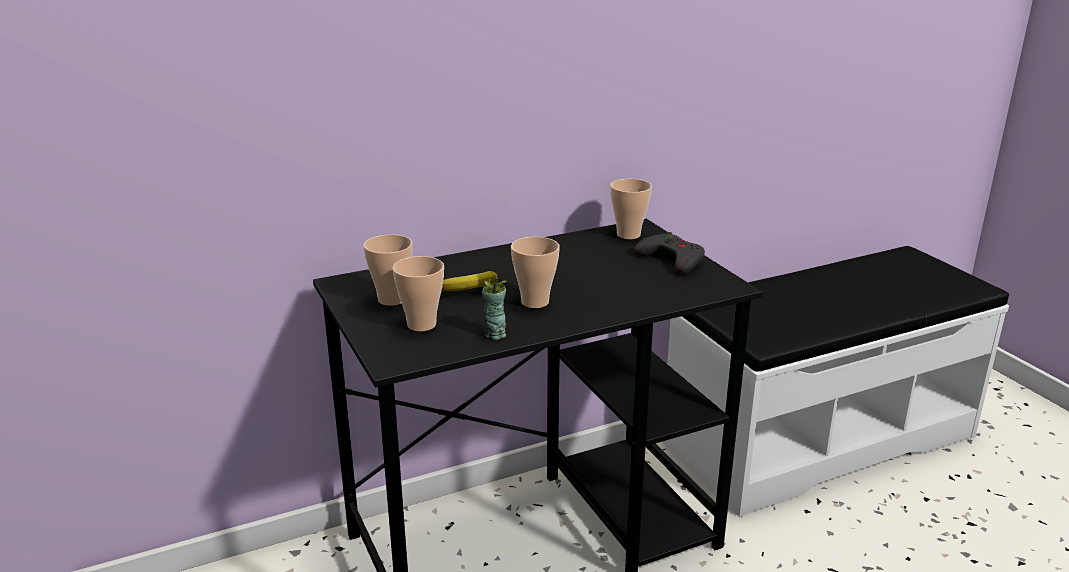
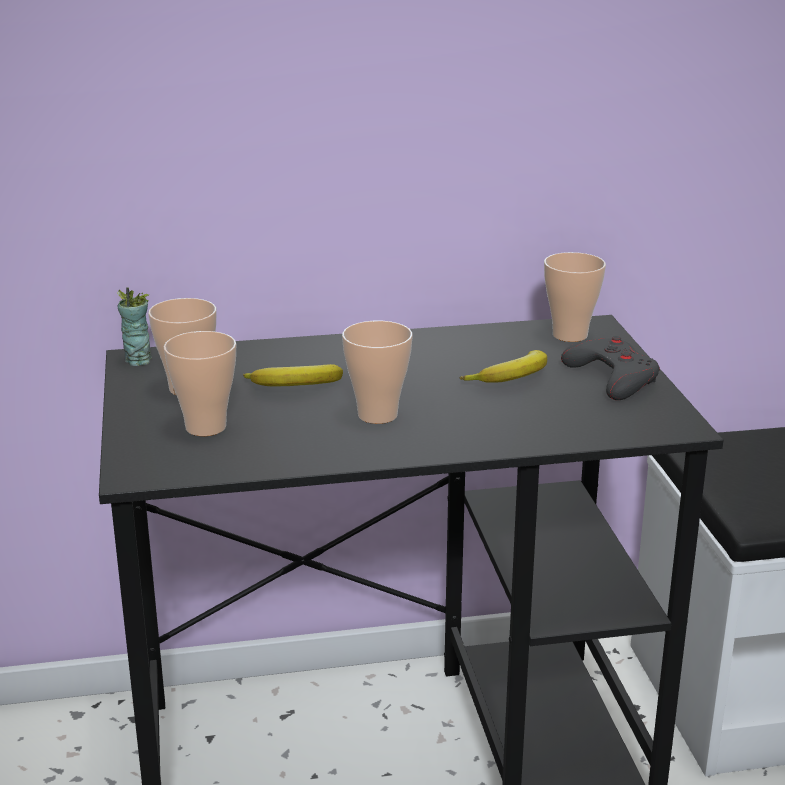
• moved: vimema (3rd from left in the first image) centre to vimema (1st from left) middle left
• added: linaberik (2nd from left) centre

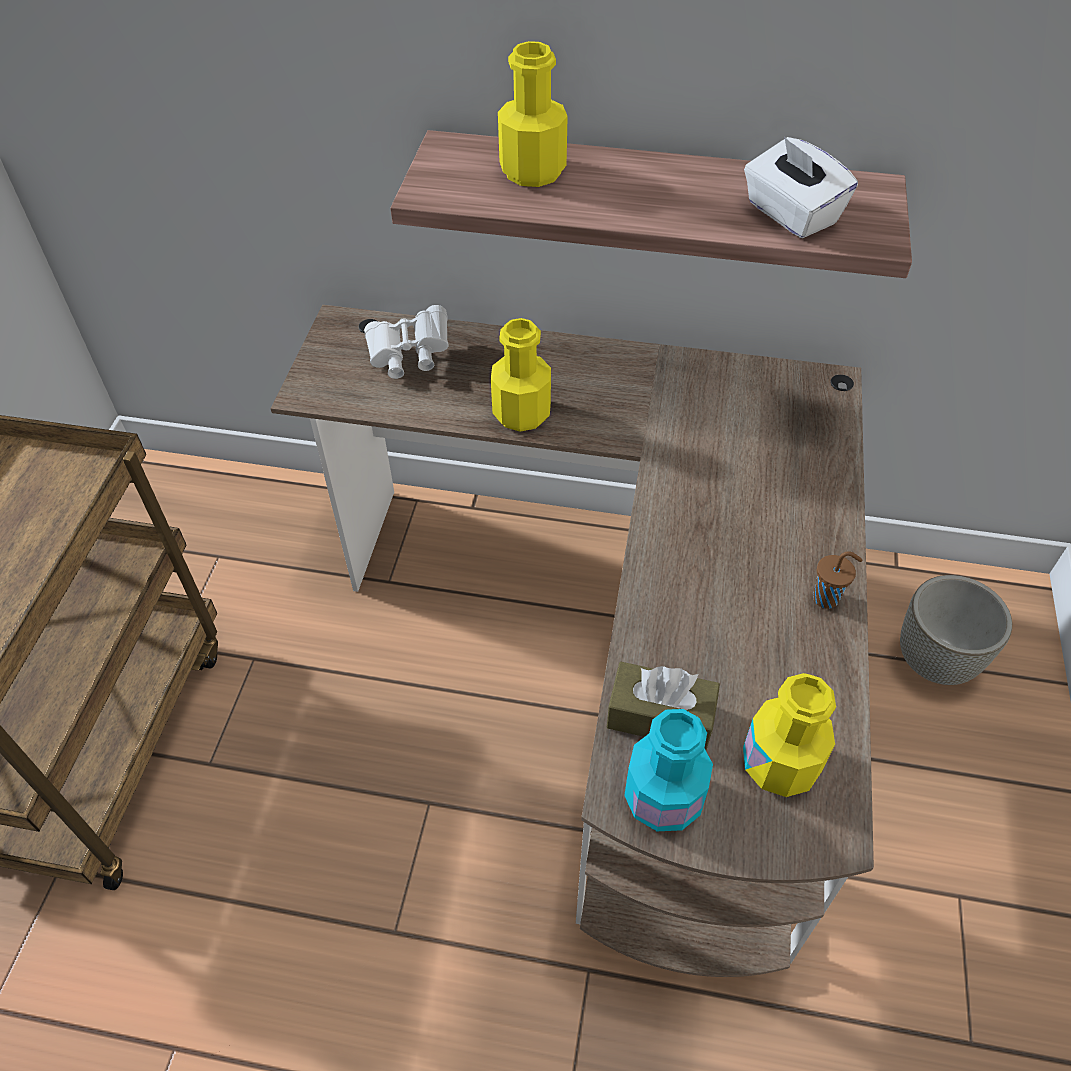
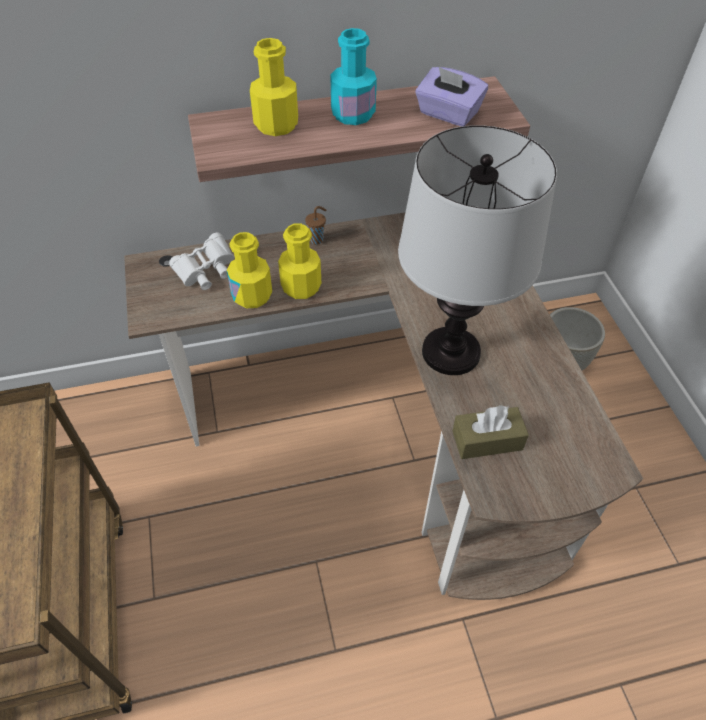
• moved: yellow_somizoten (3rd from left in the first image) bottom right to yellow_somizoten (1st from left) centre
• moved: brown_vimema middle right to top centre
• moved: turquoise_somizoten bottom centre to top centre
• added: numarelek middle right
• recoloured: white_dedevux top right to purple_dedevux top centre

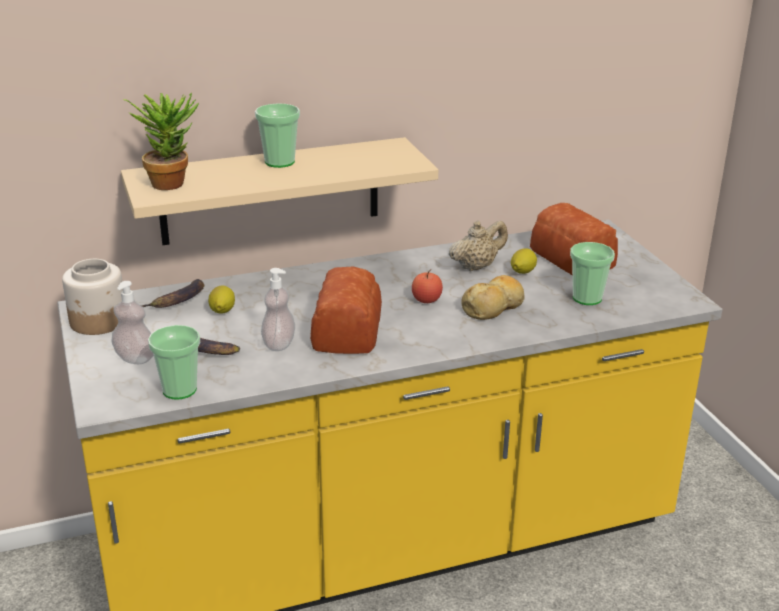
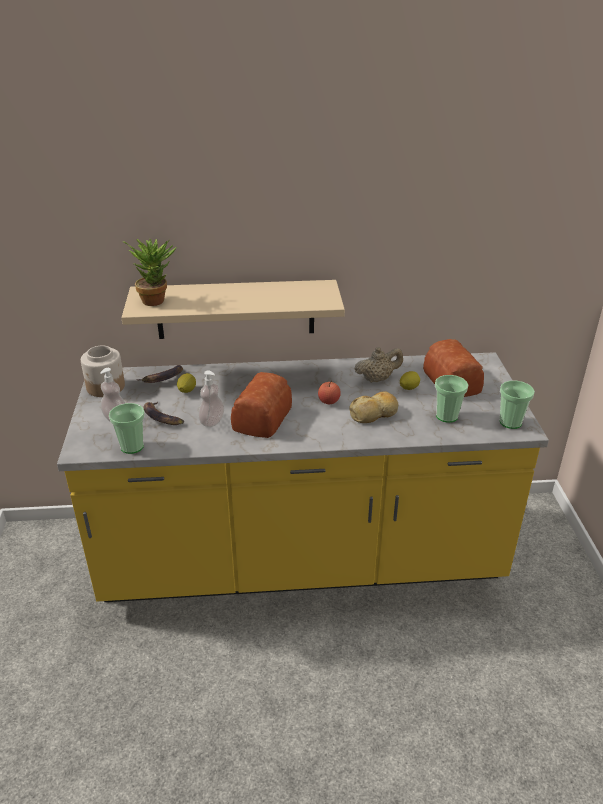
• moved: vimema (2nd from left in the first image) top centre to vimema (3rd from left) middle right

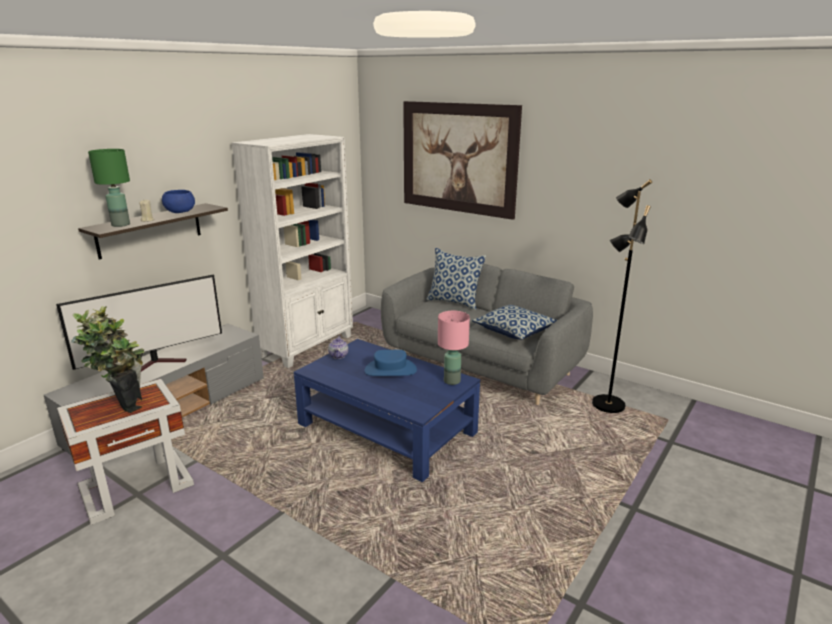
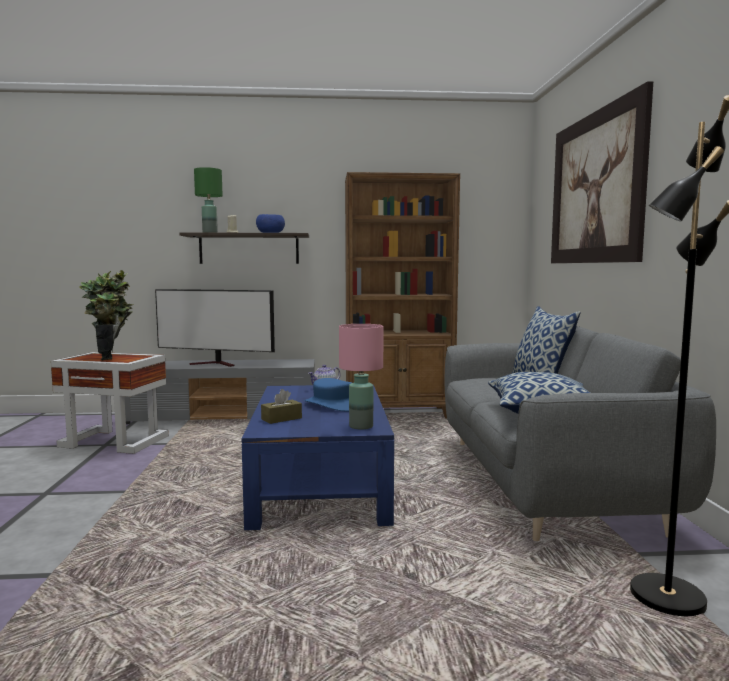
• added: brown_dedevux centre
• recoloured: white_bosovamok centre to brown_bosovamok centre

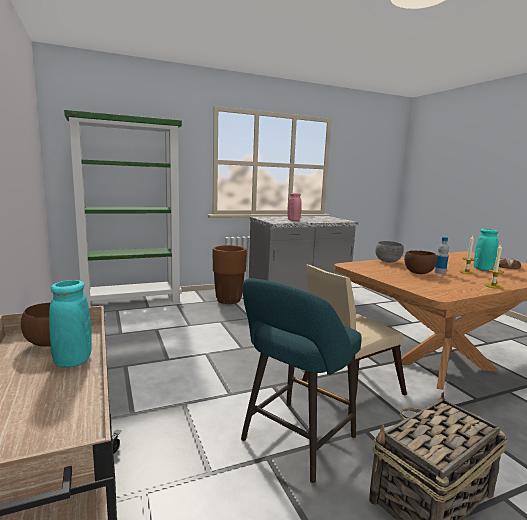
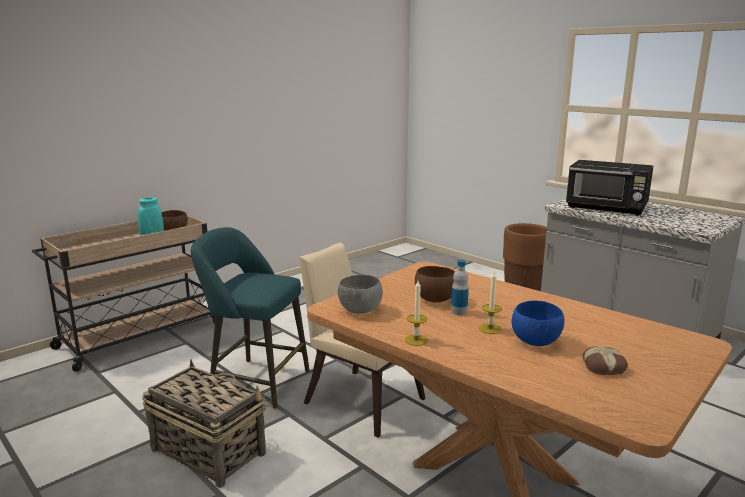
• moved: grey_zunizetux middle right to centre
• replaced: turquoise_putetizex (2nd from left) middle right to blue_zunizetux middle right
• replaced: pink_putetizex centre to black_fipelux middle right
• removed: green_bosovamok middle left

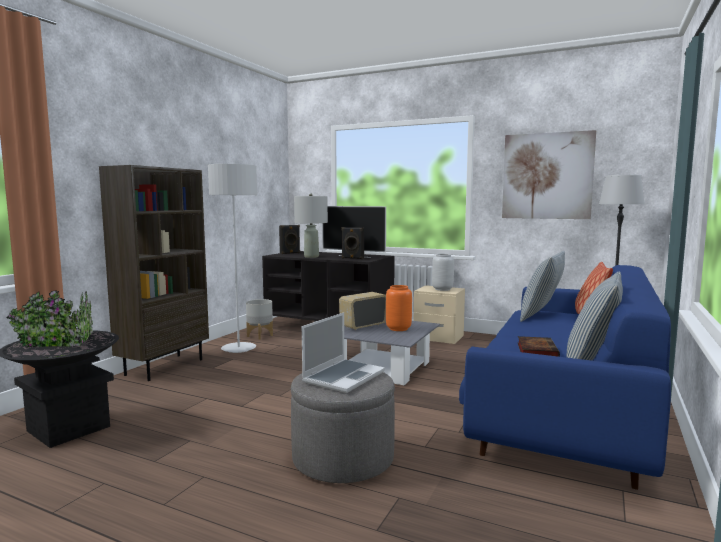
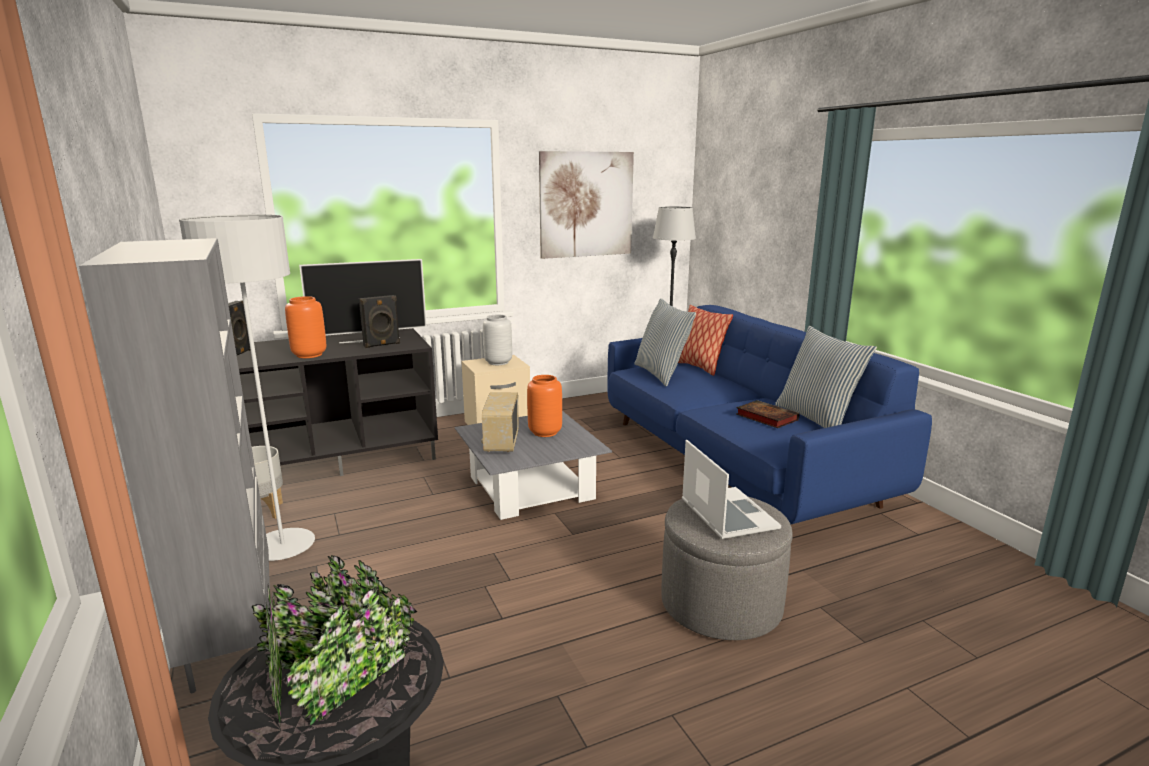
• recoloured: brown_bosovamok middle left to grey_bosovamok middle left
• replaced: grey_numarelek centre to orange_putetizex (1st from left) middle left

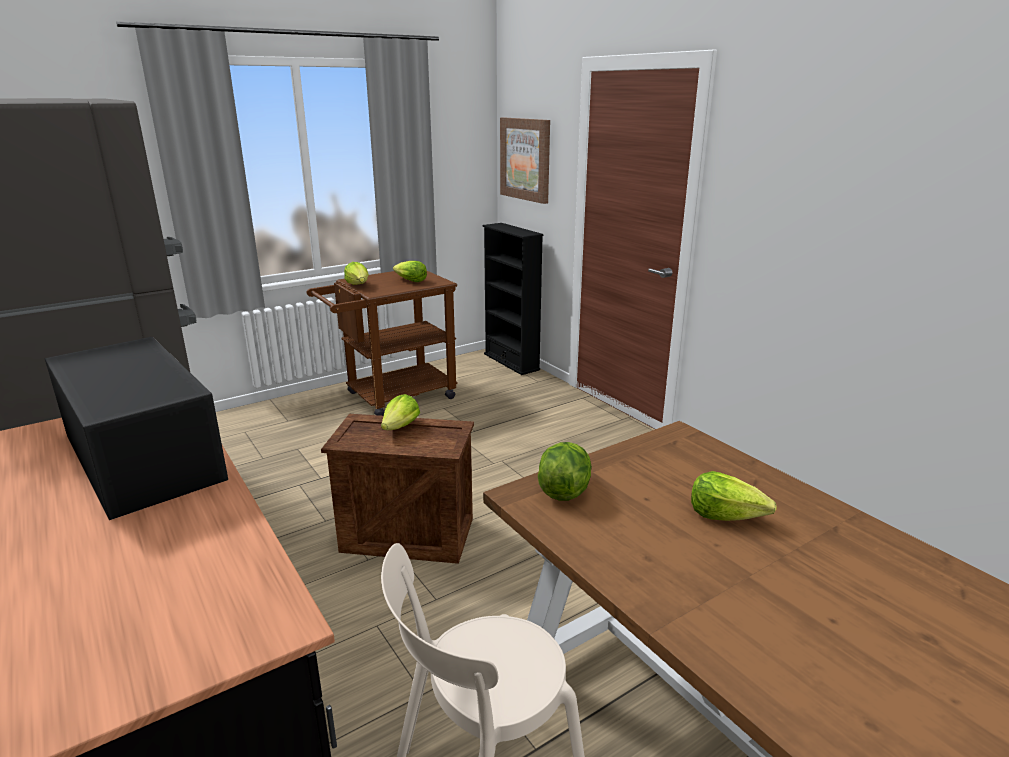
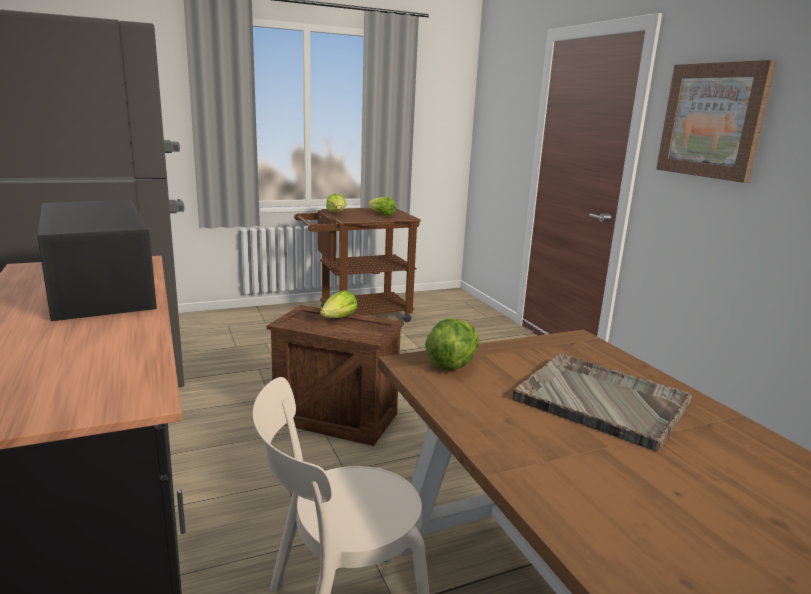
• replaced: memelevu (5th from left) middle right to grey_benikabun bottom right
• moved: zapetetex top centre to top right
• removed: black_bosovamok centre

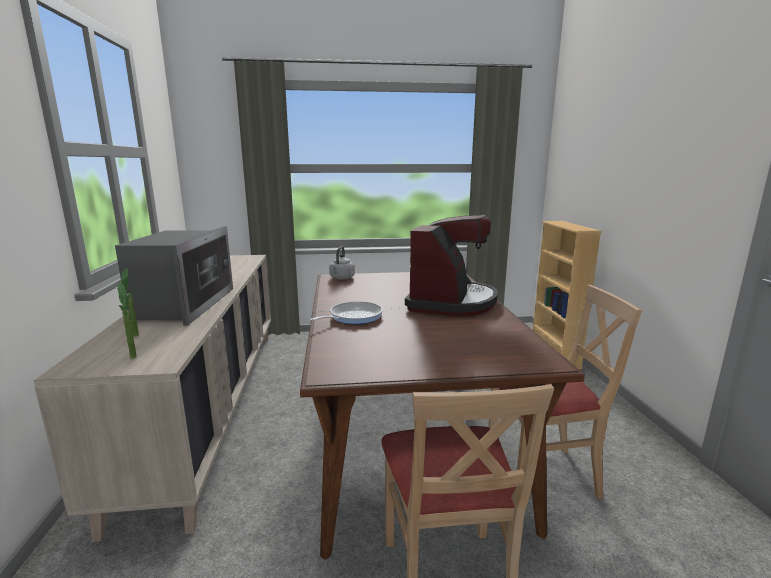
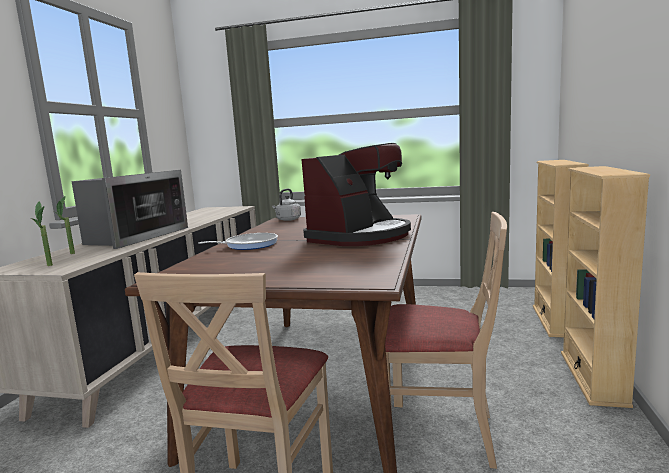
• added: beige_bosovamok (2nd from left) middle right

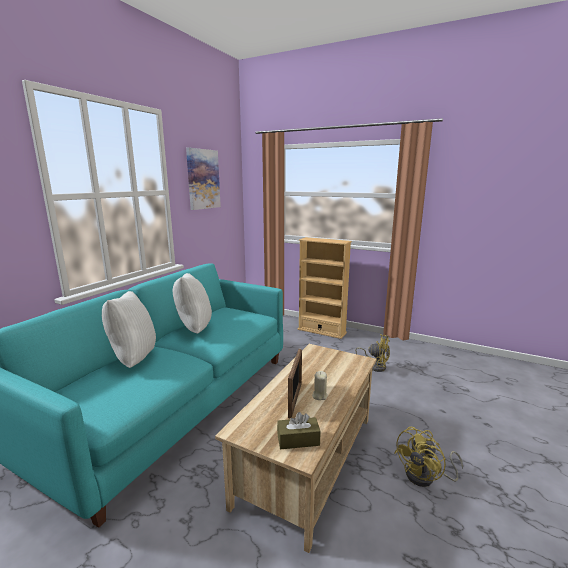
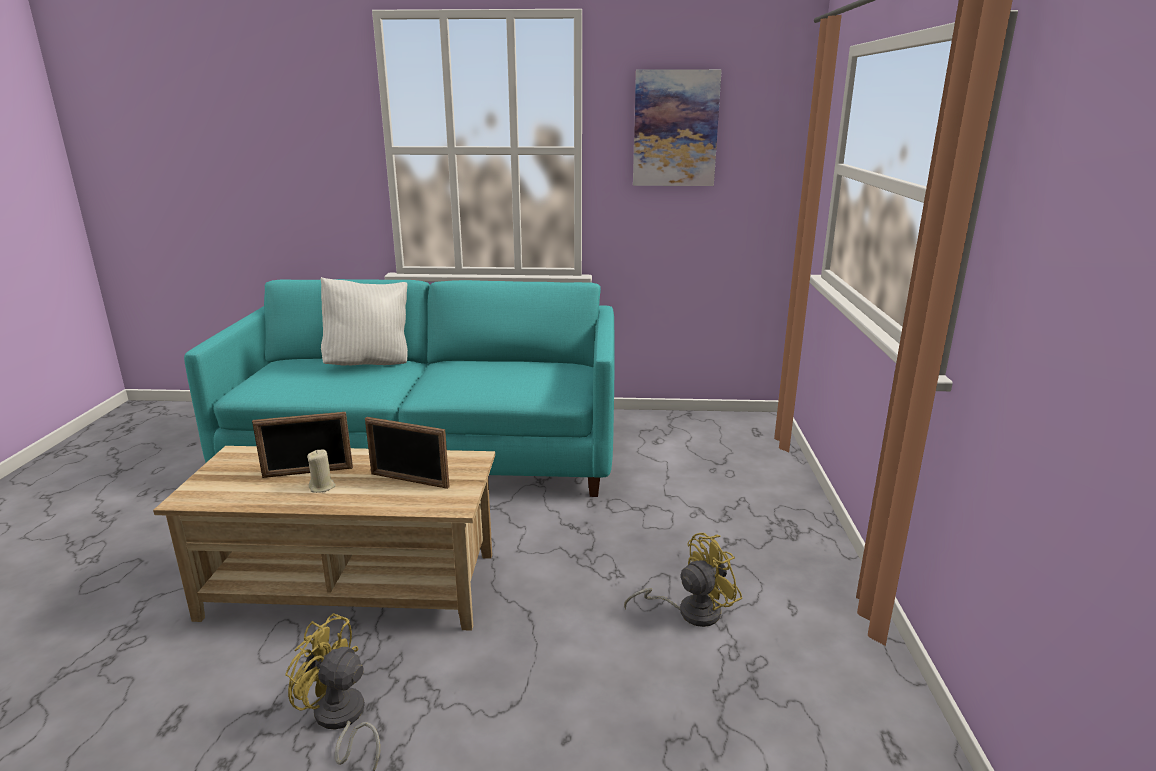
• added: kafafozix (2nd from left) centre
• turned: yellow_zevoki (1st from left in the first image) centre = bottom centre 120 degrees counterclockwise
• removed: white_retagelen (2nd from left) centre
• removed: brown_dedevux bottom centre
• removed: beige_bosovamok centre

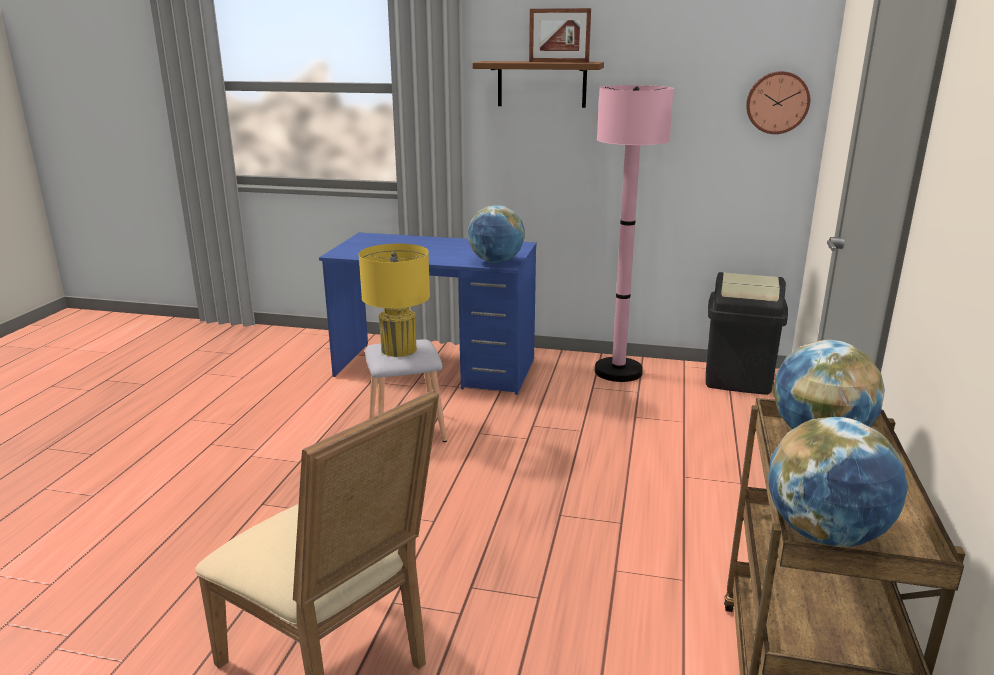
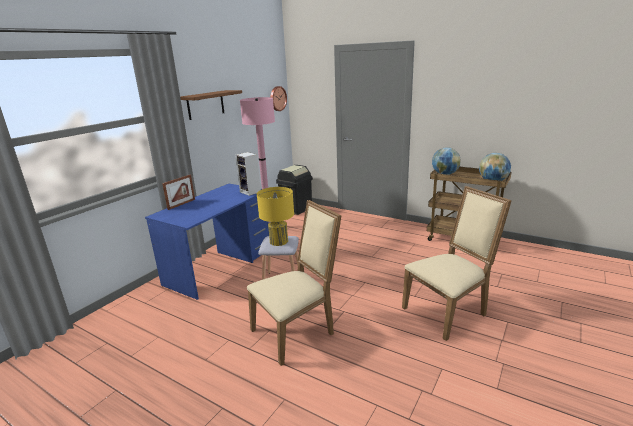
• moved: kafafozix top centre to middle left
• replaced: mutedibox (1st from left) centre to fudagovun centre
• added: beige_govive (1st from left) centre

